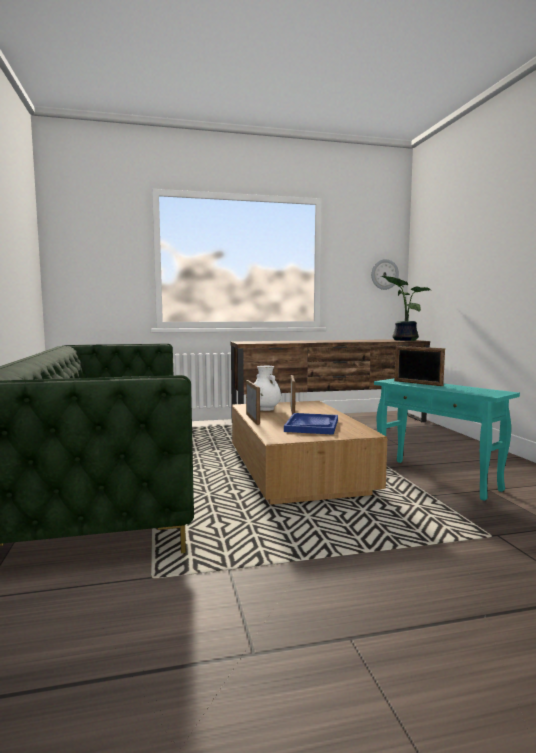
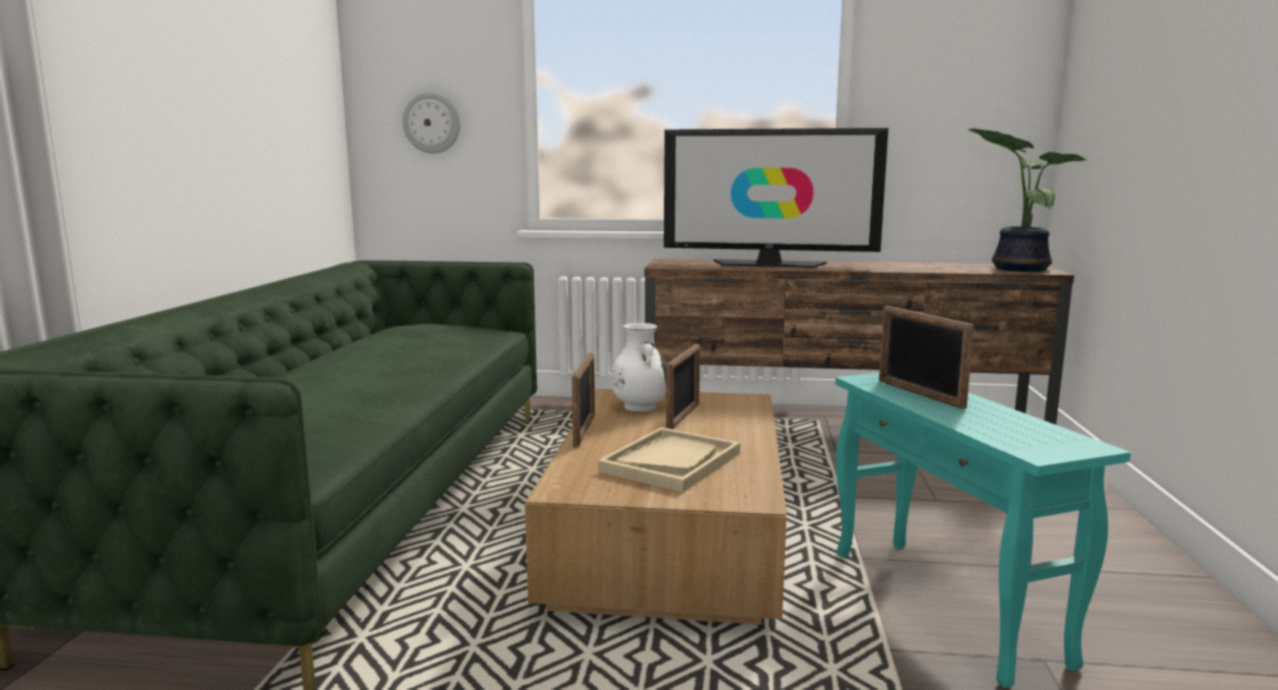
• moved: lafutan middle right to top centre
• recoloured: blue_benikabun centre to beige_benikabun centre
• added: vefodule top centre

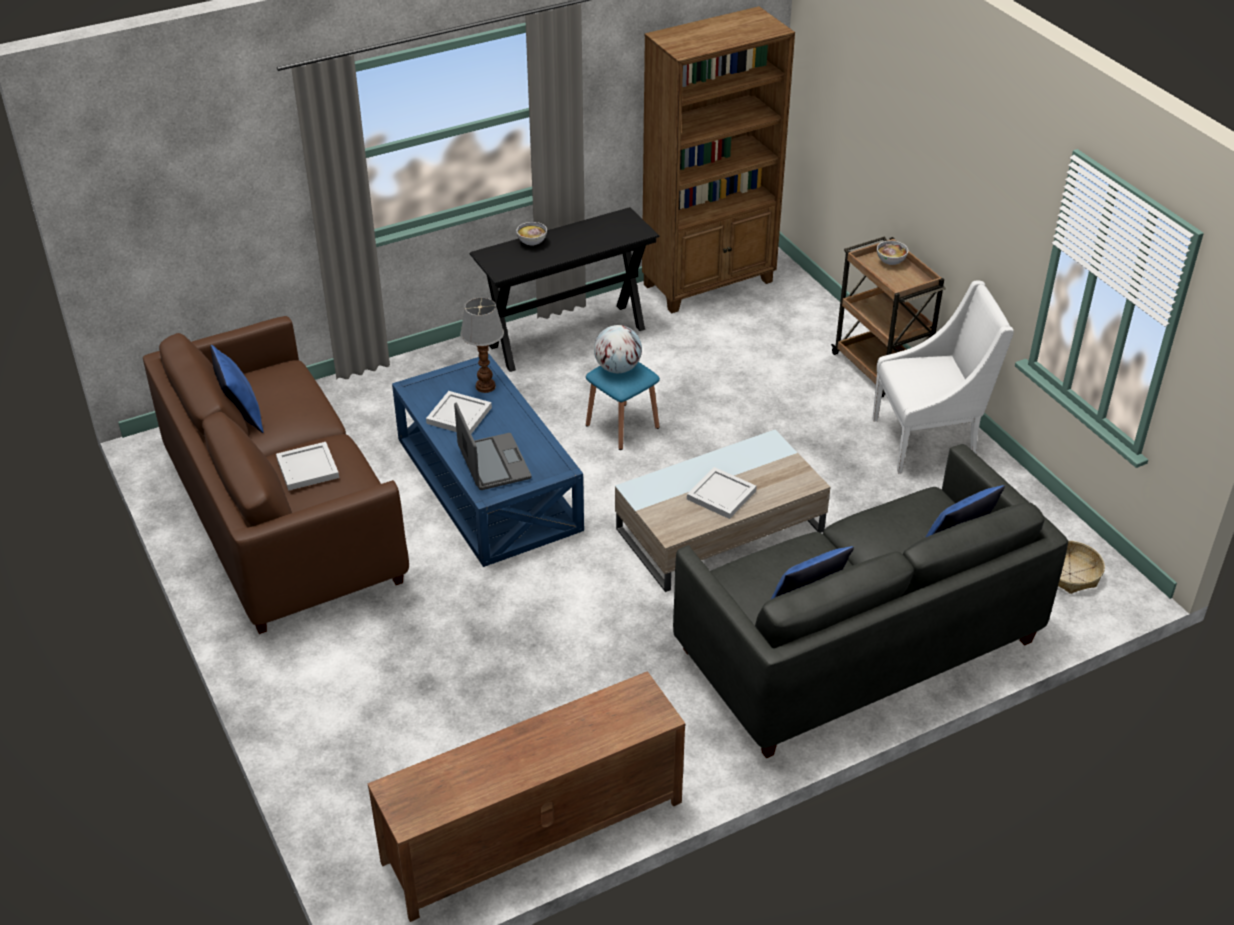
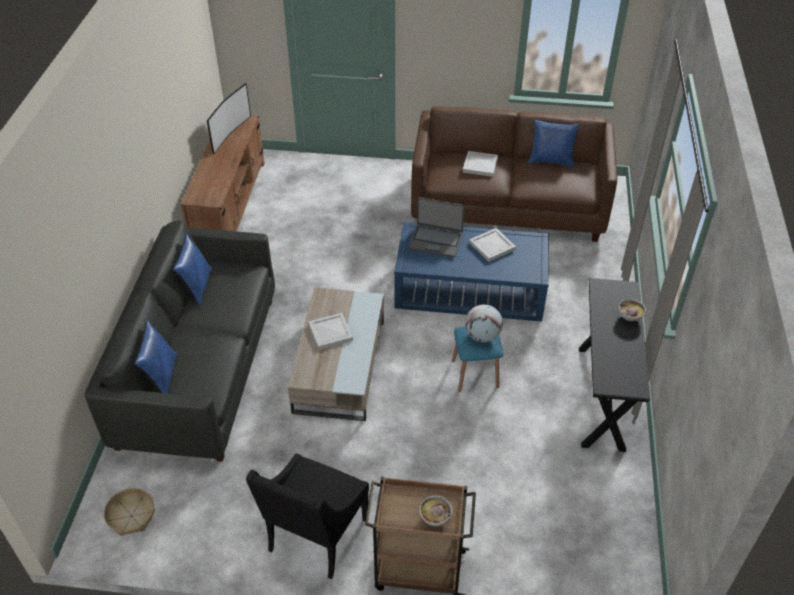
• added: vefodule top left
• recoloured: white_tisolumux middle right to black_tisolumux bottom centre
• removed: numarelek centre
• removed: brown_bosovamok top centre

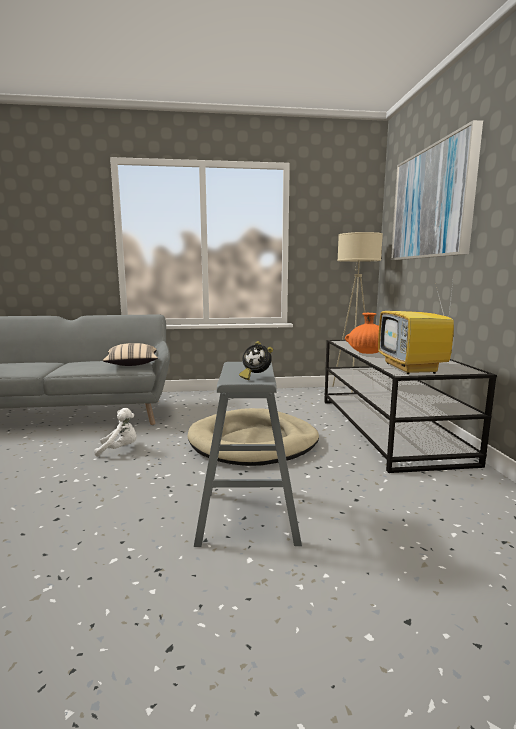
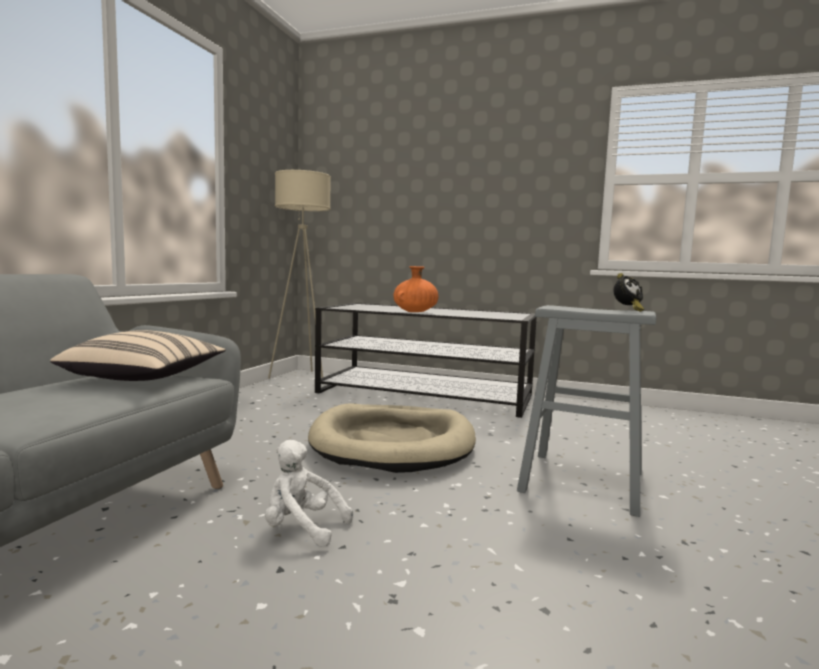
• turned: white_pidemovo middle left = bottom centre 90 degrees counterclockwise
• removed: vefodule middle right
• removed: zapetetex top right

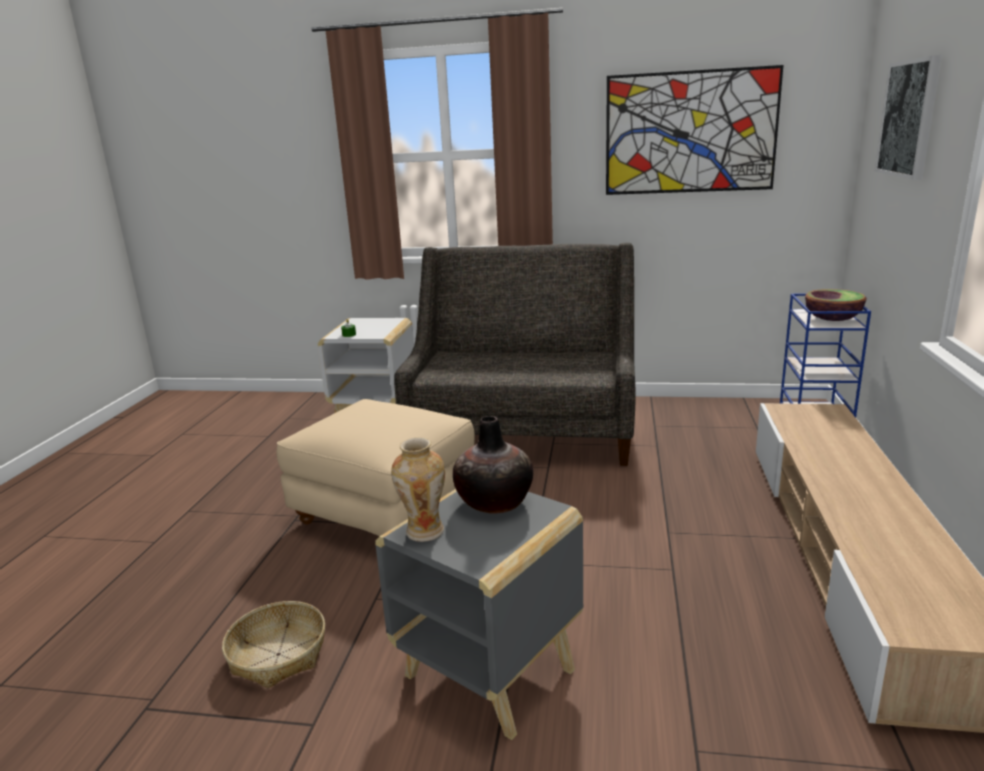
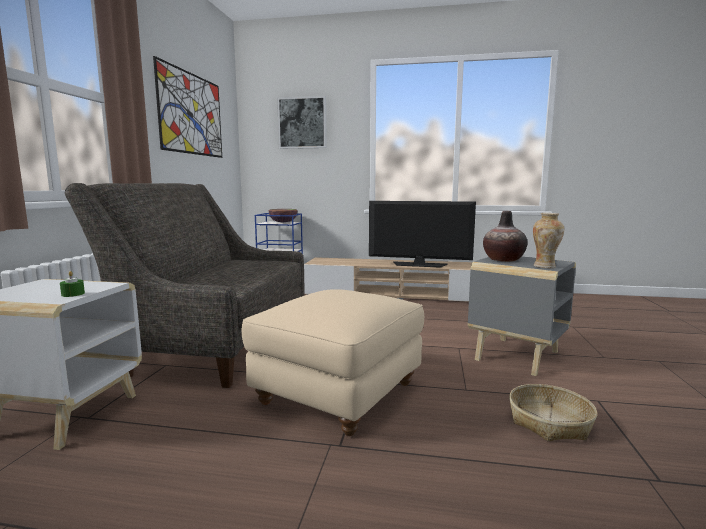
• added: vefodule centre

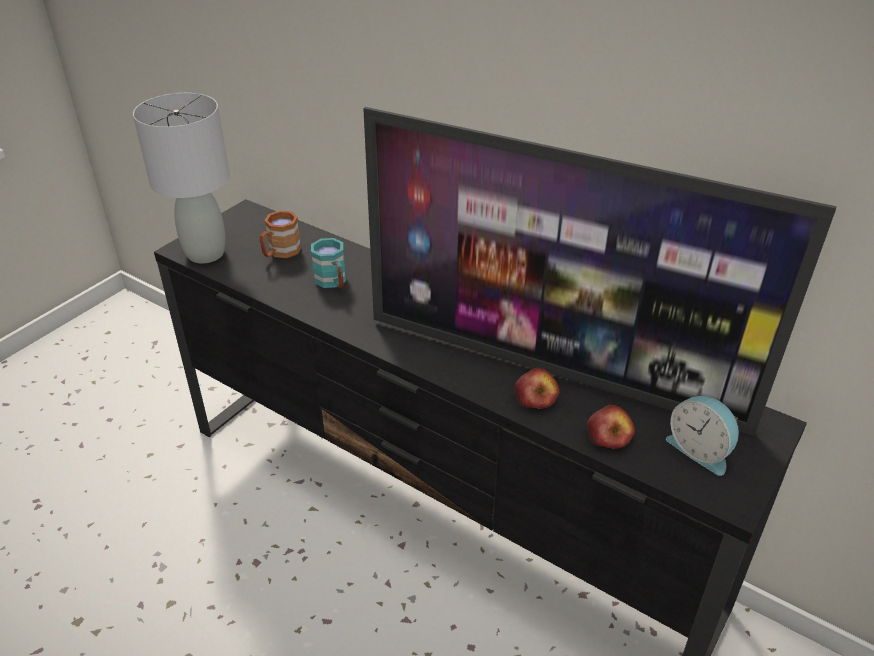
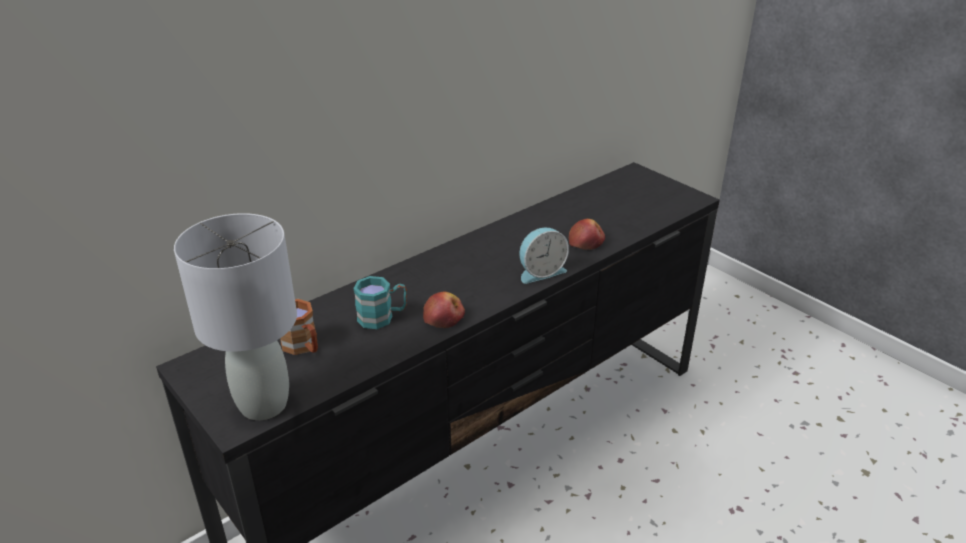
• moved: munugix (2nd from left in the first image) middle right to munugix (1st from left) centre
• moved: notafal middle right to centre
• removed: vefodule middle right

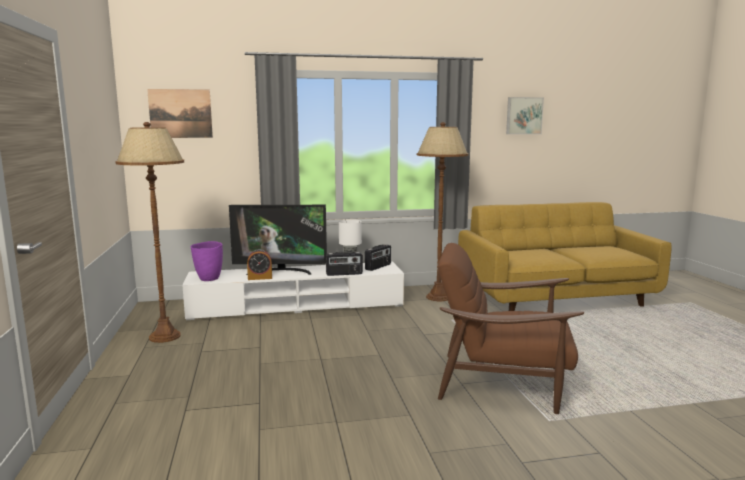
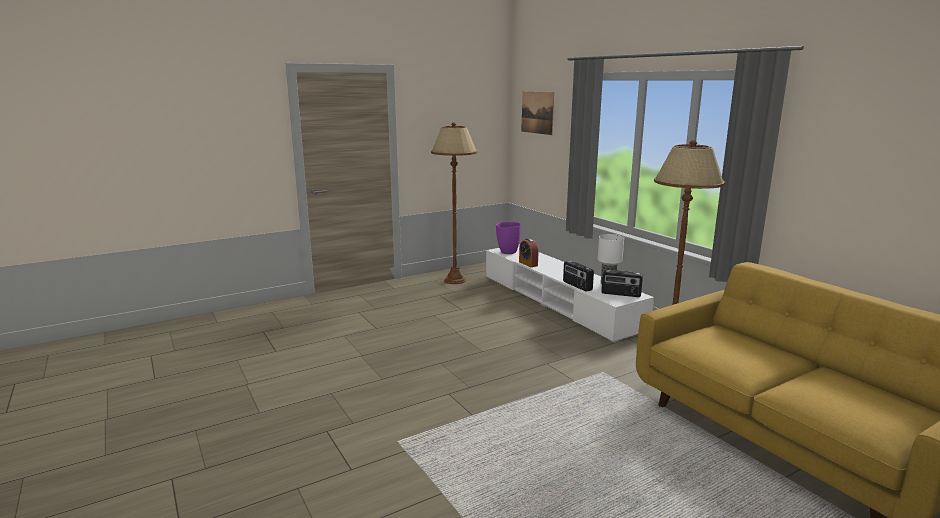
• removed: vefodule centre
• removed: brown_tisolumux bottom right
• removed: zapetetex (2nd from left) top right

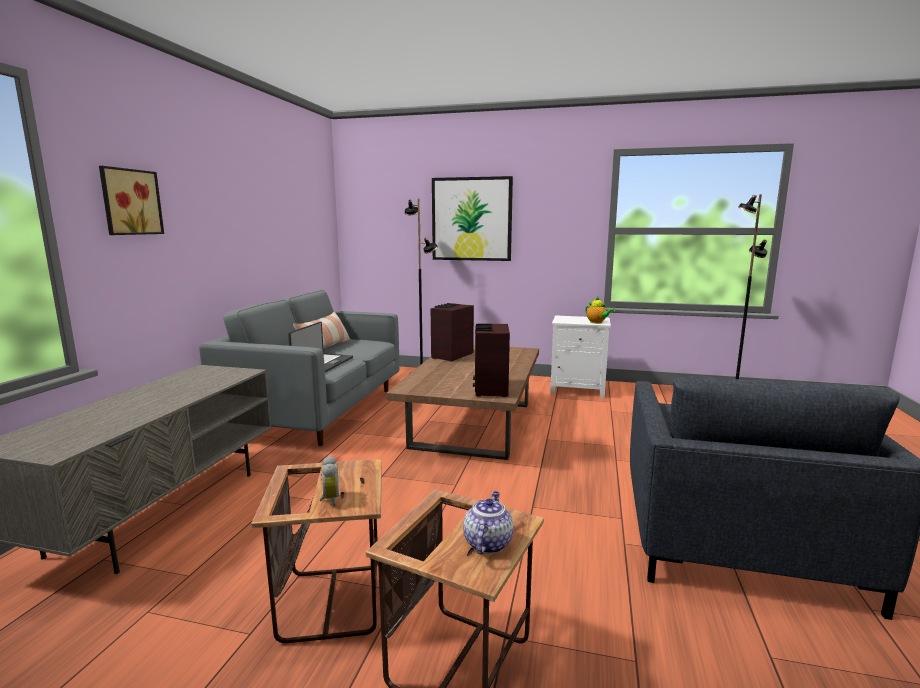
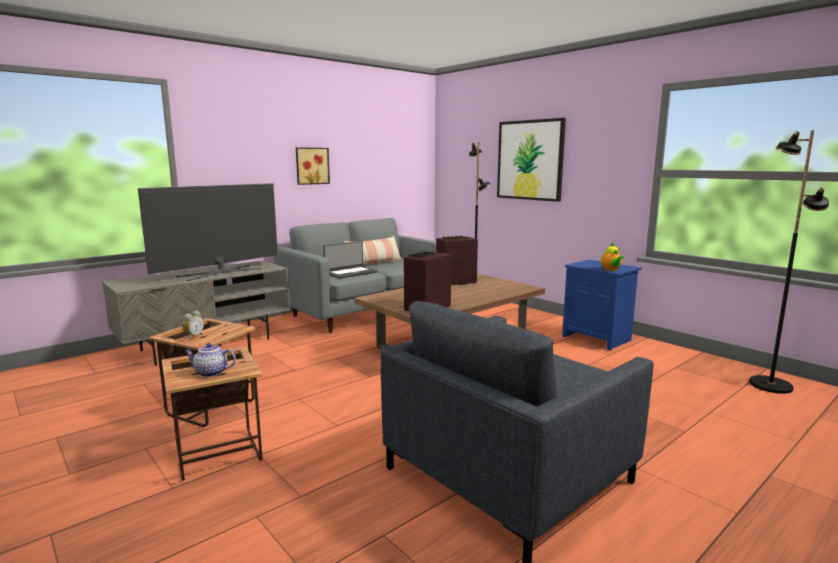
• added: vefodule middle left
• turned: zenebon (1st from left) bottom centre = middle left 135 degrees counterclockwise
• moved: zapetetex (1st from left) top left to top centre
• recoloured: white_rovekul centre to blue_rovekul middle right

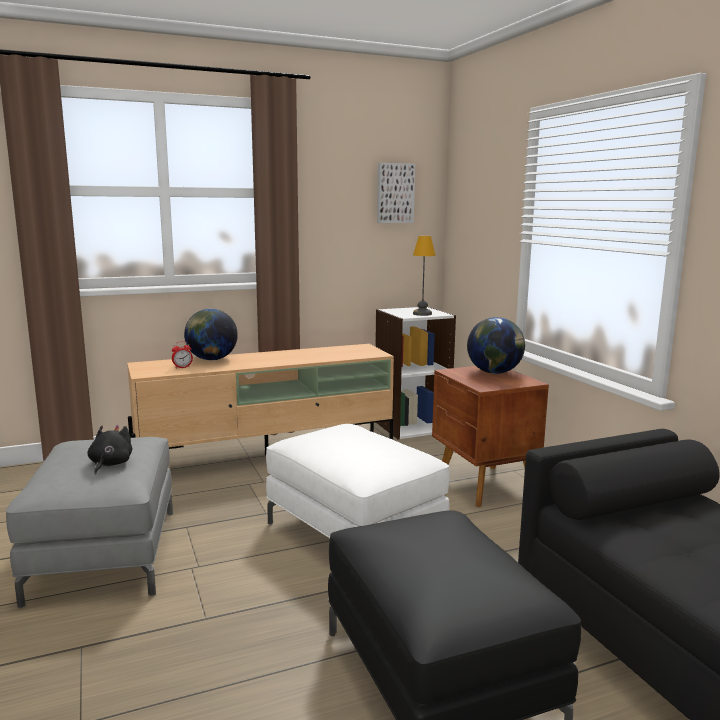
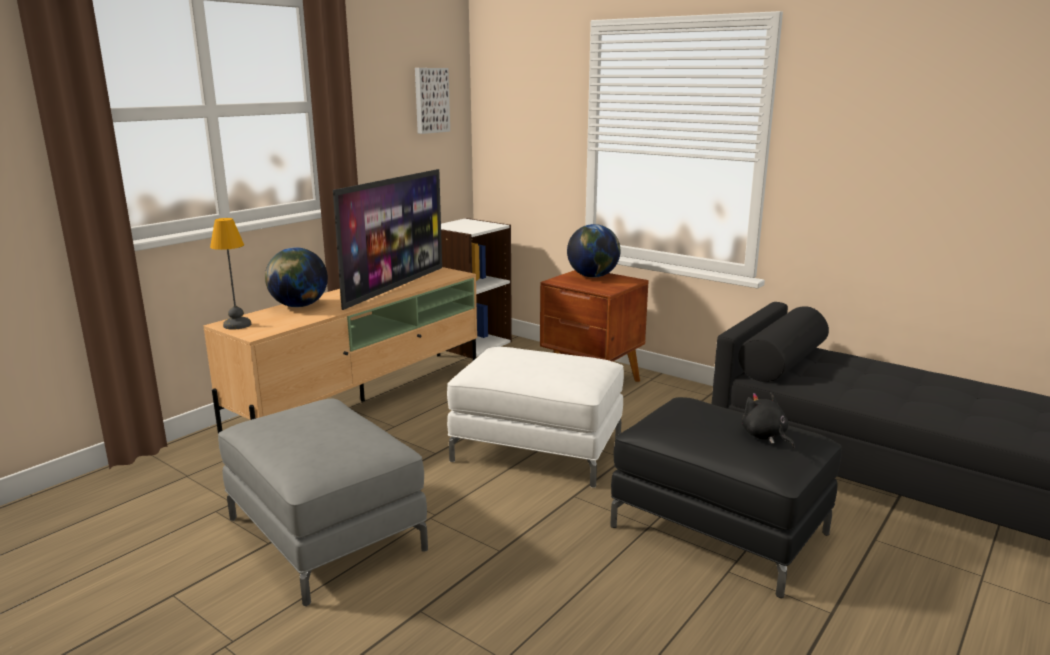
• moved: numarelek centre to middle left
• added: vefodule centre
• moved: black_pidemovo middle left to middle right
• removed: notafal middle left

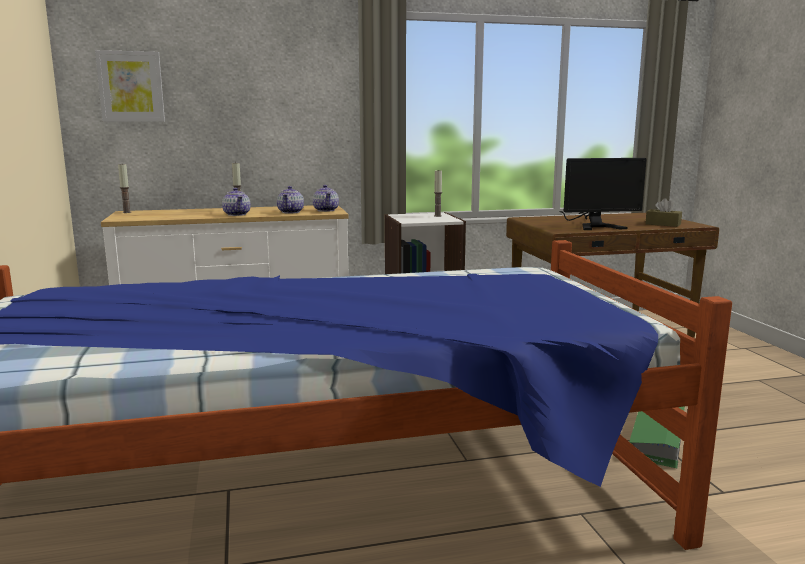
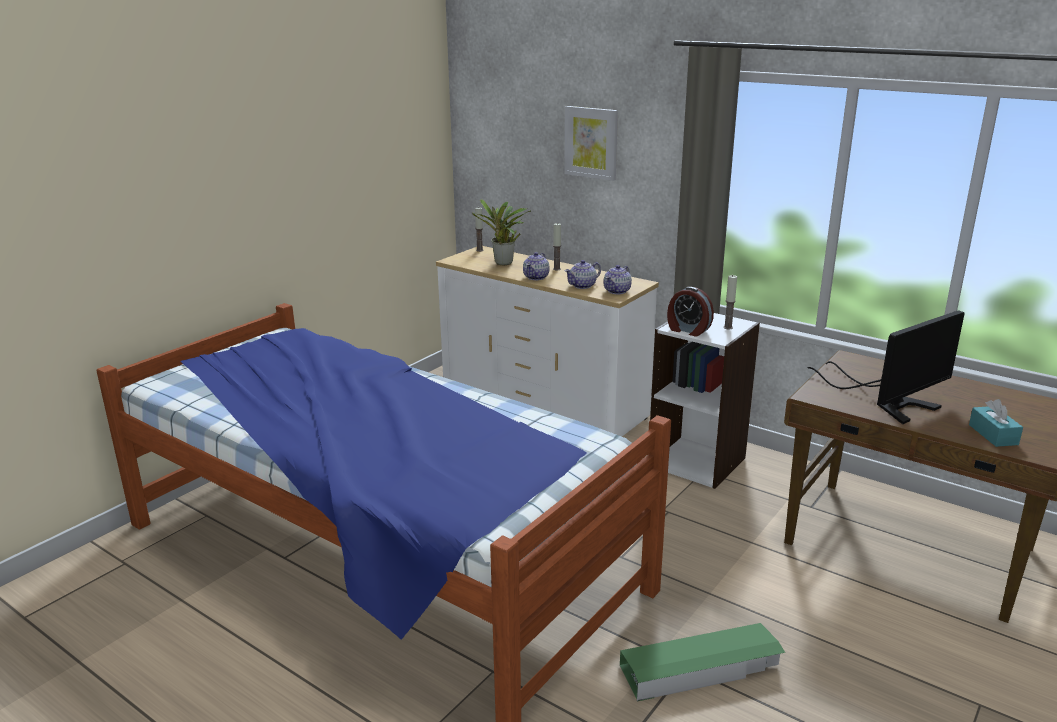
• added: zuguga top centre
• moved: zapetetex top left to top centre
• added: notafal centre
• turned: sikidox middle right = middle right 75 degrees counterclockwise
• recoloured: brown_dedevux middle right to turquoise_dedevux middle right

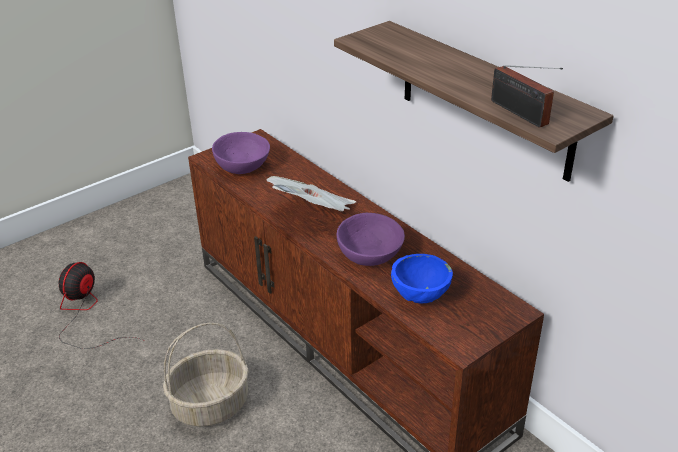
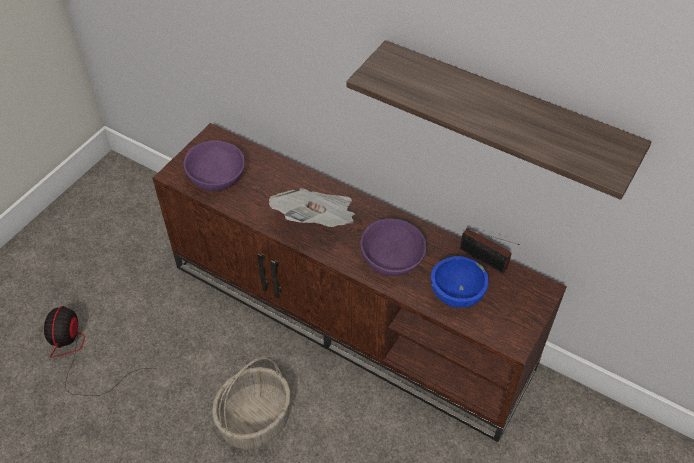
• moved: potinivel top right to middle right

